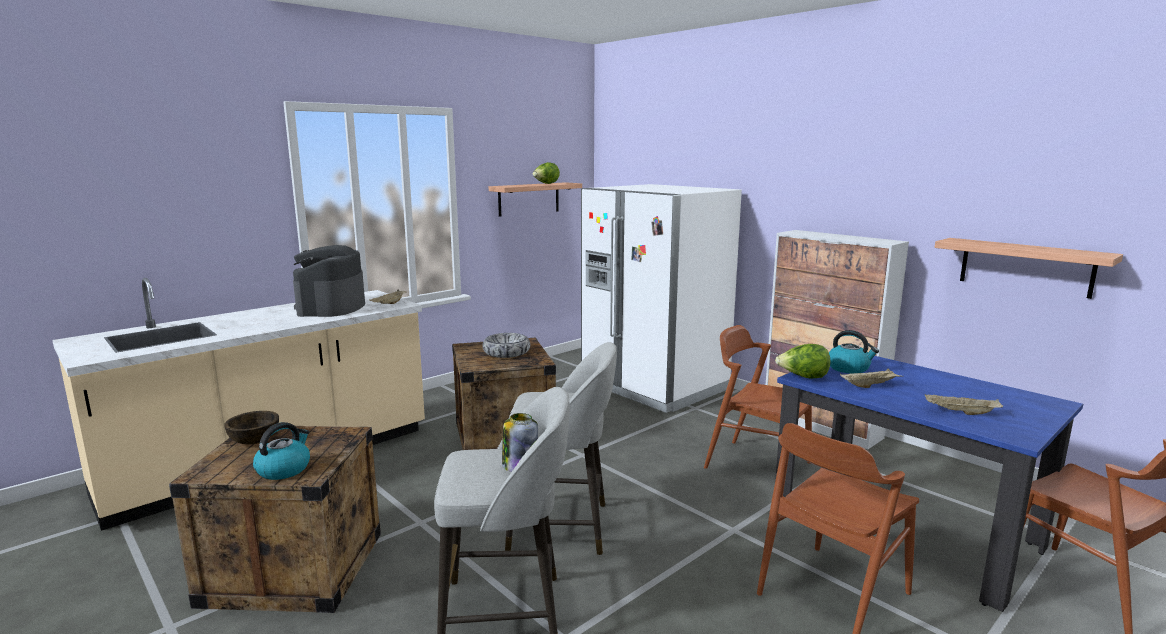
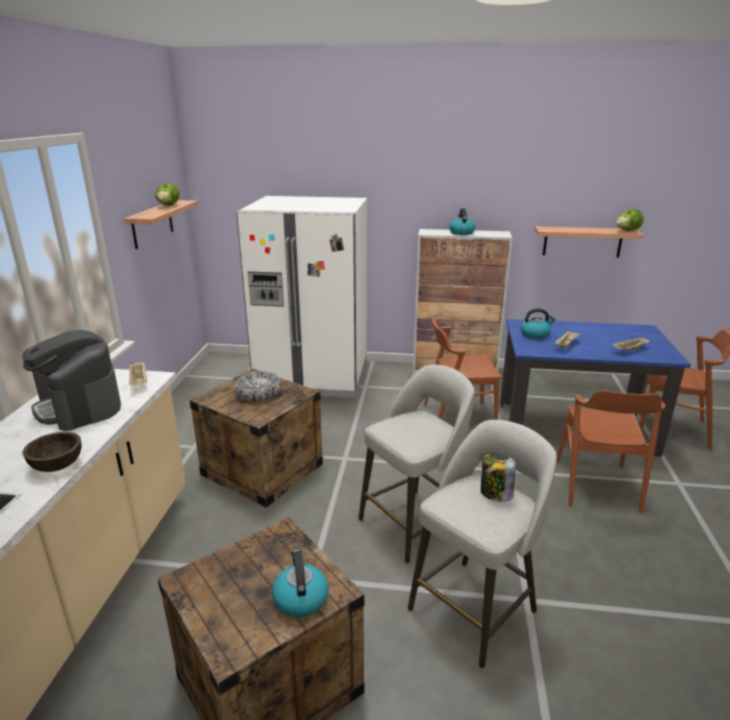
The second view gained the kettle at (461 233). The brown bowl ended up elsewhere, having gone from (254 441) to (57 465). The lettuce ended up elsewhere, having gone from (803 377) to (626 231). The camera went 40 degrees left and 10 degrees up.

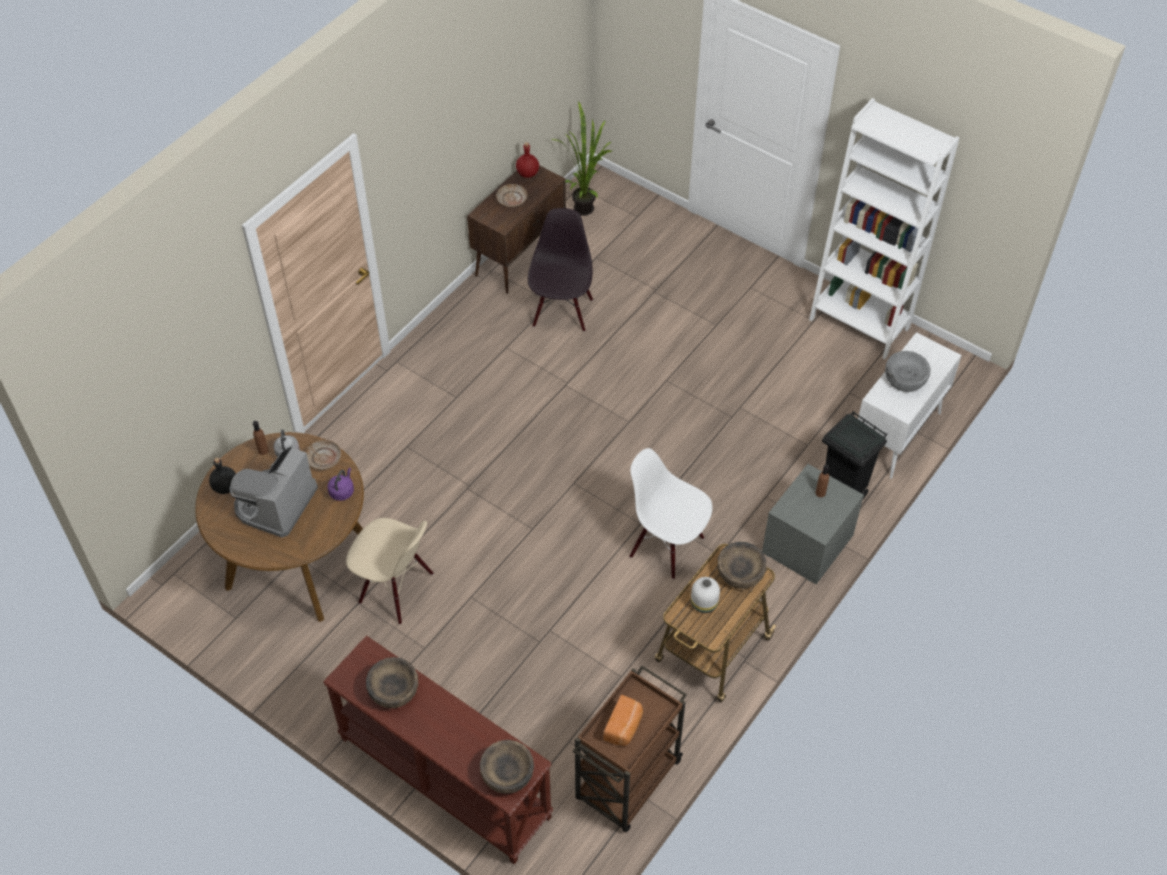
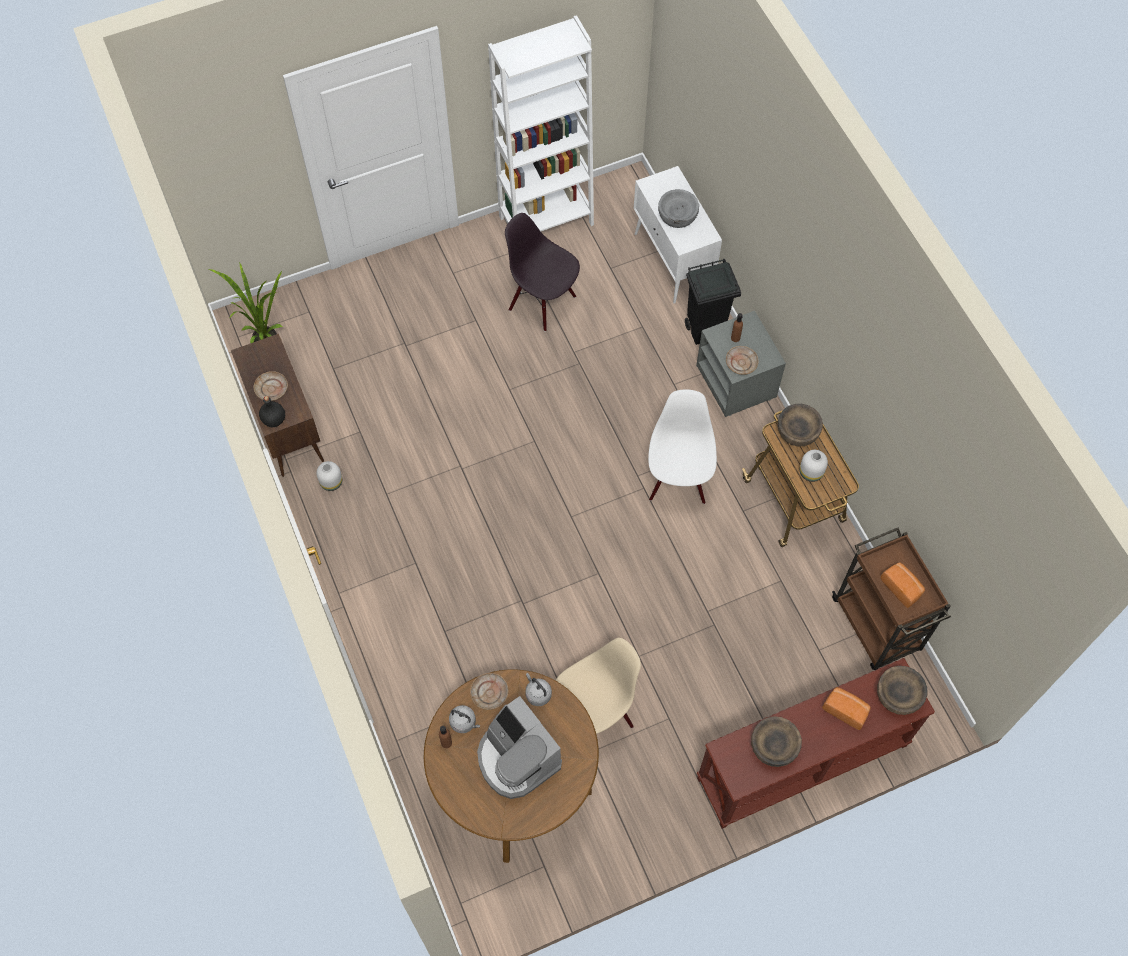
The second view lost the red-coloured bottle at (527 173). The second view gained the white-coloured flower vase at (330 482). The second view gained the beige plate at (741 363). The second view gained the bread at (845 710). The black-coloured bottle ended up elsewhere, having gone from (226 487) to (274 419). The black-coloured upright chair ended up elsewhere, having gone from (561 312) to (543 302). What was the purple-coloured kettle at (342 491) turned into the grey kettle at (537 693). The white-coloured upright chair at (667 546) ended up facing another way, 120 degrees clockwise from before. The camera went 60 degrees left and 10 degrees up.

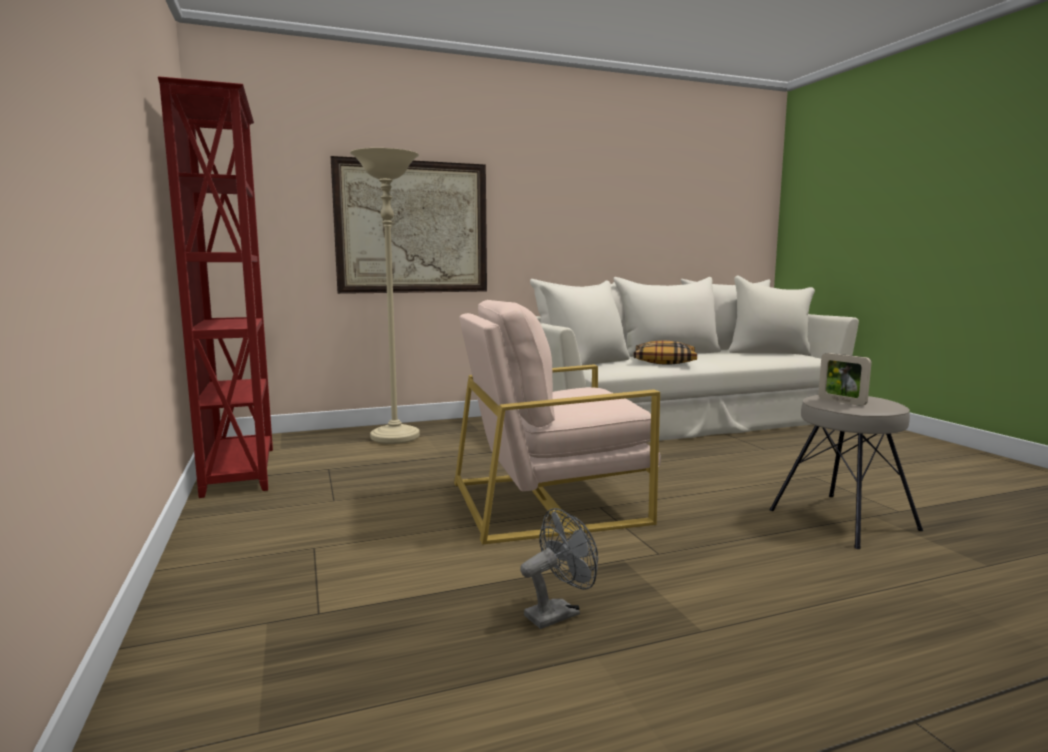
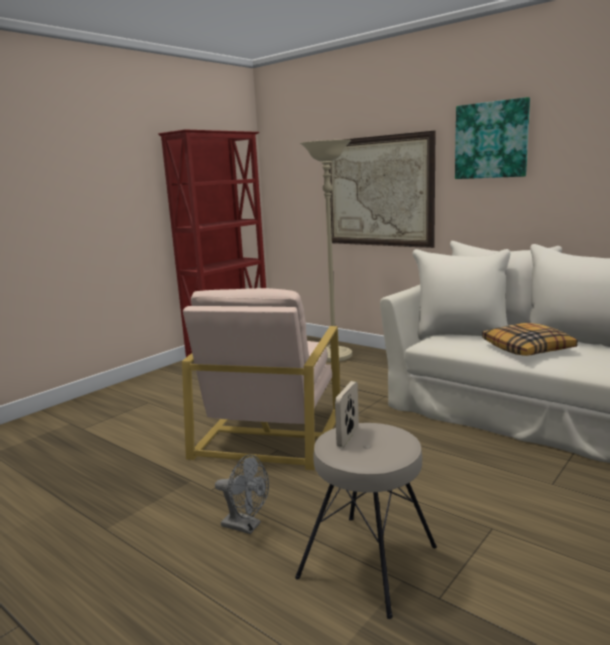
The second view gained the wall picture at (491 140). The grey fan ended up elsewhere, having gone from (558 613) to (246 526). The beige lounge chair at (549 501) ended up facing another way, 120 degrees counterclockwise from before. The camera went 60 degrees right and 5 degrees up.

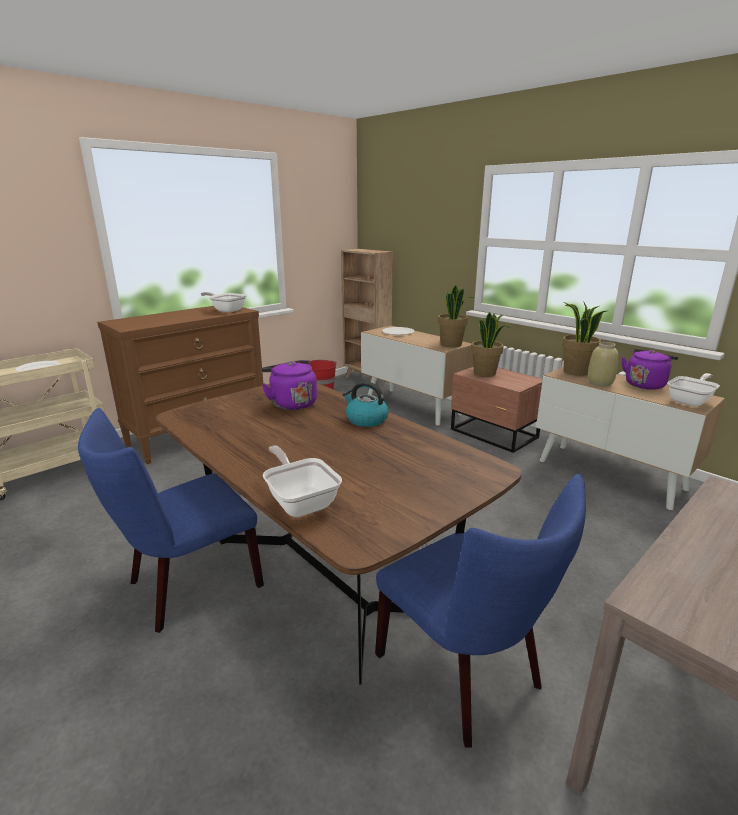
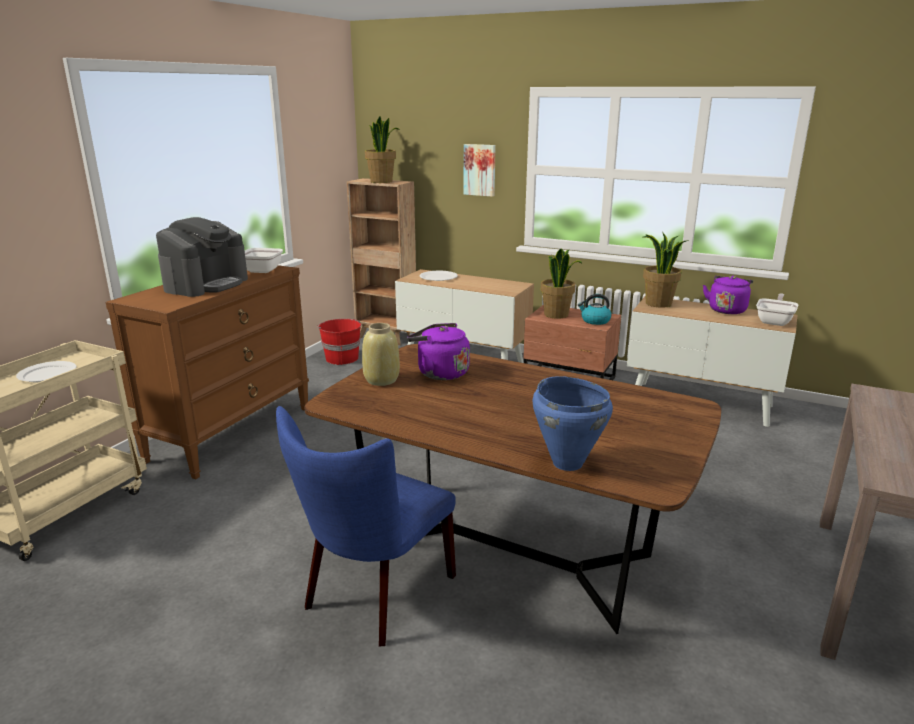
The second view lost the blue-coloured upright chair at (466 675). The second view gained the coffee machine at (206 284). The second view gained the wall picture at (480 170). The kettle ended up elsewhere, having gone from (366 420) to (595 321). The plant in a pot ended up elsewhere, having gone from (451 344) to (382 181). The beige flower vase ended up elsewhere, having gone from (599 383) to (381 380). Where the skillet stood at (300 501), the blue-coloured cooking pot came to stand at (567 462). The camera went 20 degrees left and 0 degrees up.

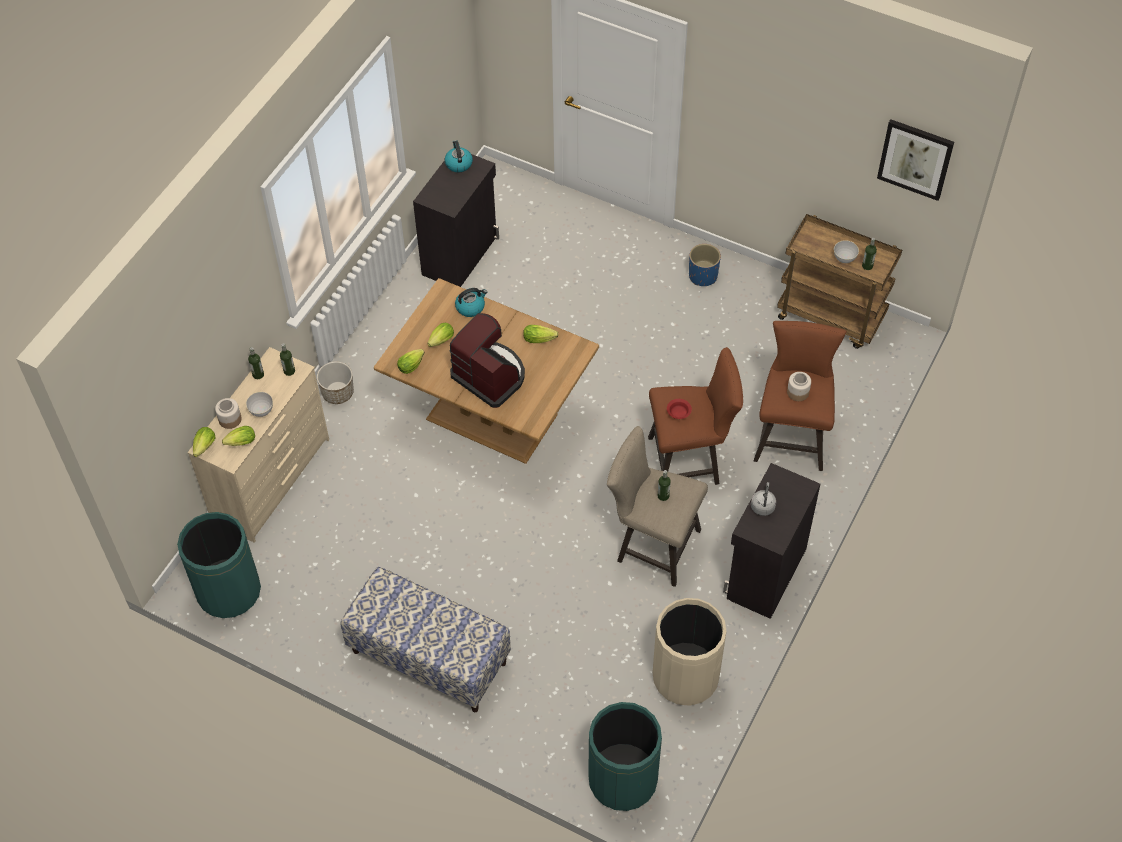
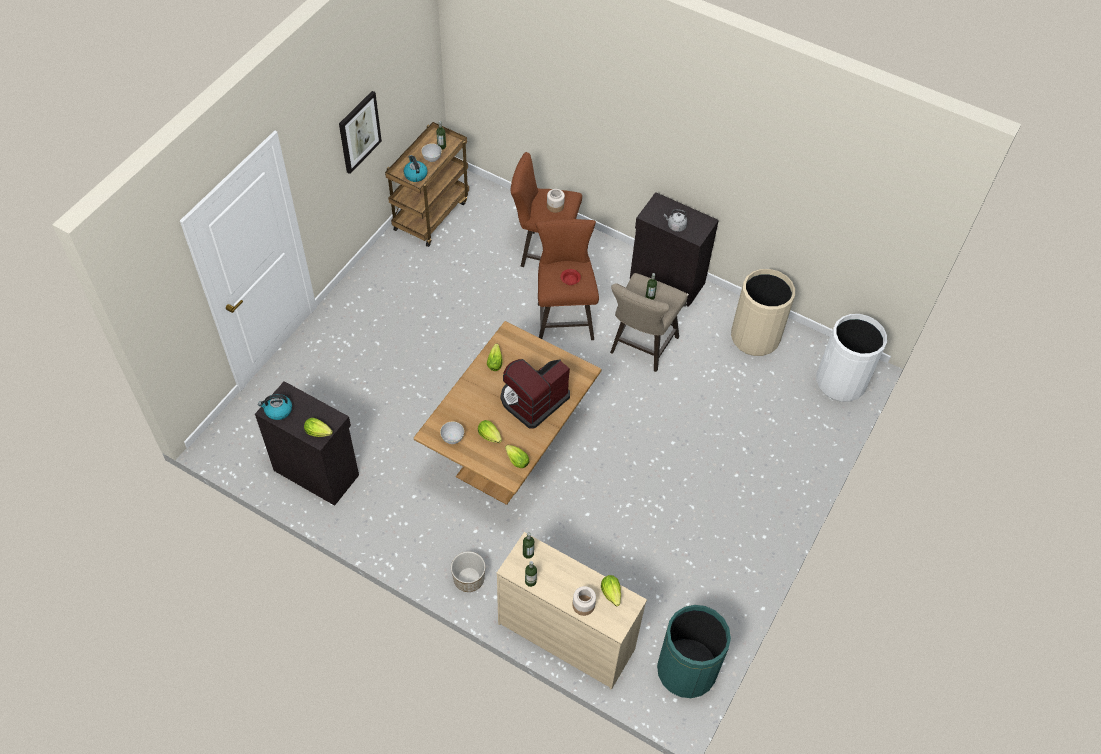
The second view lost the long seat at (428 657). The second view lost the blue-coloured plant pot at (703 276). The lettuce ended up elsewhere, having gone from (204 448) to (320 433). The grey bowl ended up elsewhere, having gone from (261 411) to (452 438). The kettle ended up elsewhere, having gone from (470 307) to (415 174). The wall picture ended up elsewhere, having gone from (915 159) to (359 132). What was the green-coloured rubbish bin at (622 779) turned into the white-coloured rubbish bin at (841 382). The camera went 90 degrees left and 0 degrees up.

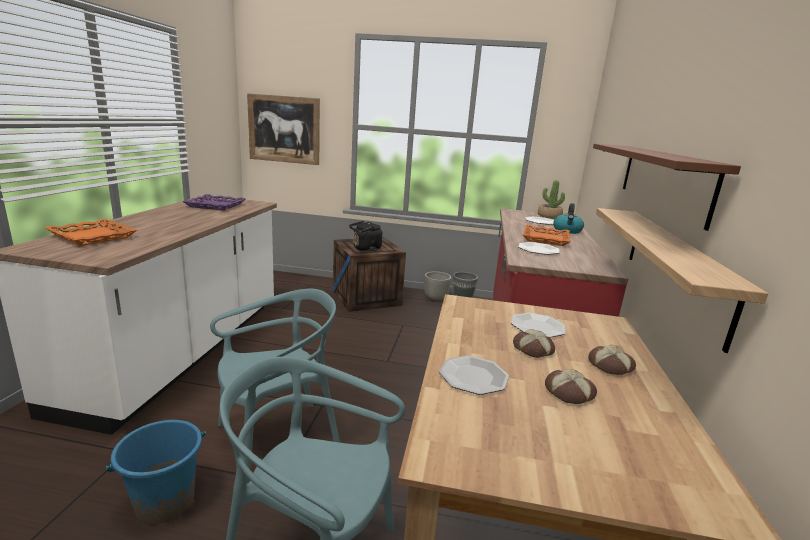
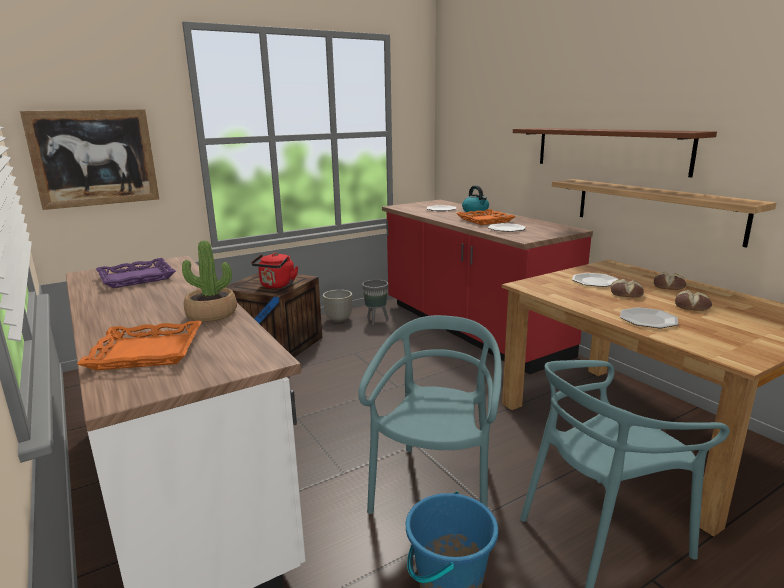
The plant in a pot ended up elsewhere, having gone from (549 216) to (211 314). What was the black-coloured kettle at (365 249) turned into the red-coloured kettle at (276 286). The camera went 40 degrees left and 0 degrees up.

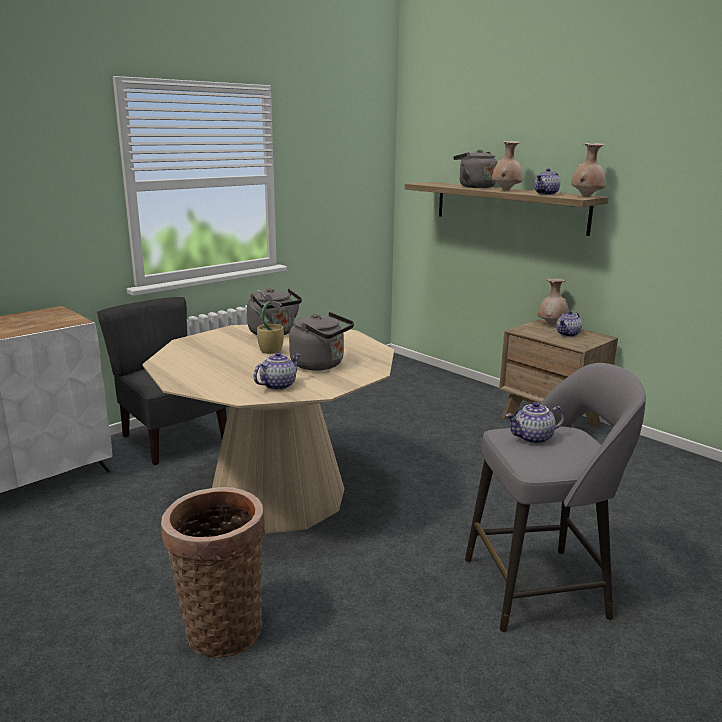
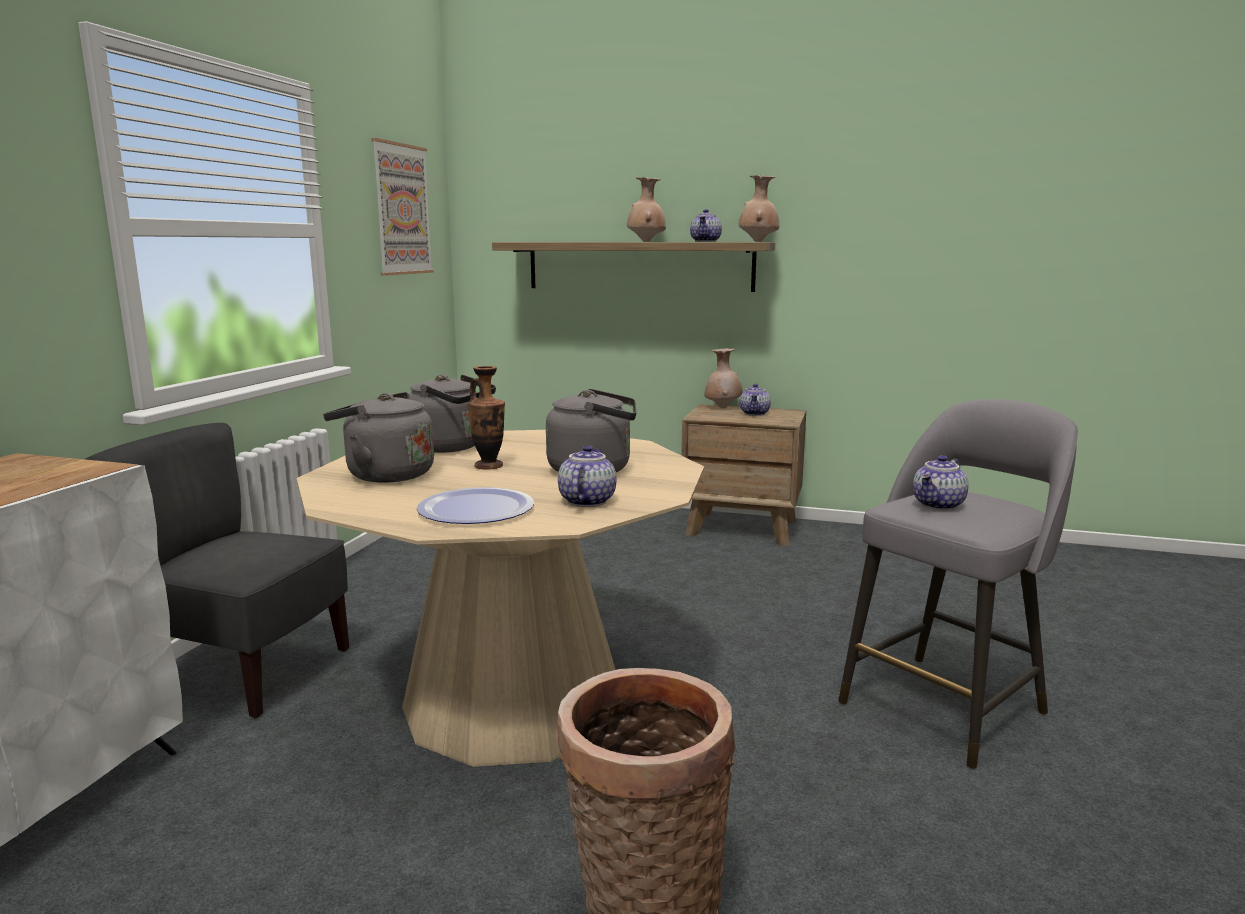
The second view gained the wall picture at (402 209). The second view gained the plate at (475 509). The grey kettle ended up elsewhere, having gone from (474 187) to (385 475). Where the plant in a pot stood at (270 350), the flower vase came to stand at (489 466). The camera went 30 degrees left and 5 degrees down.

